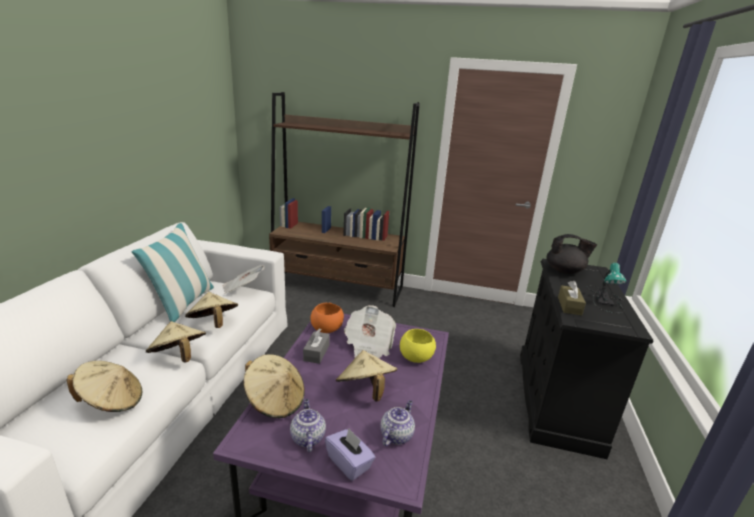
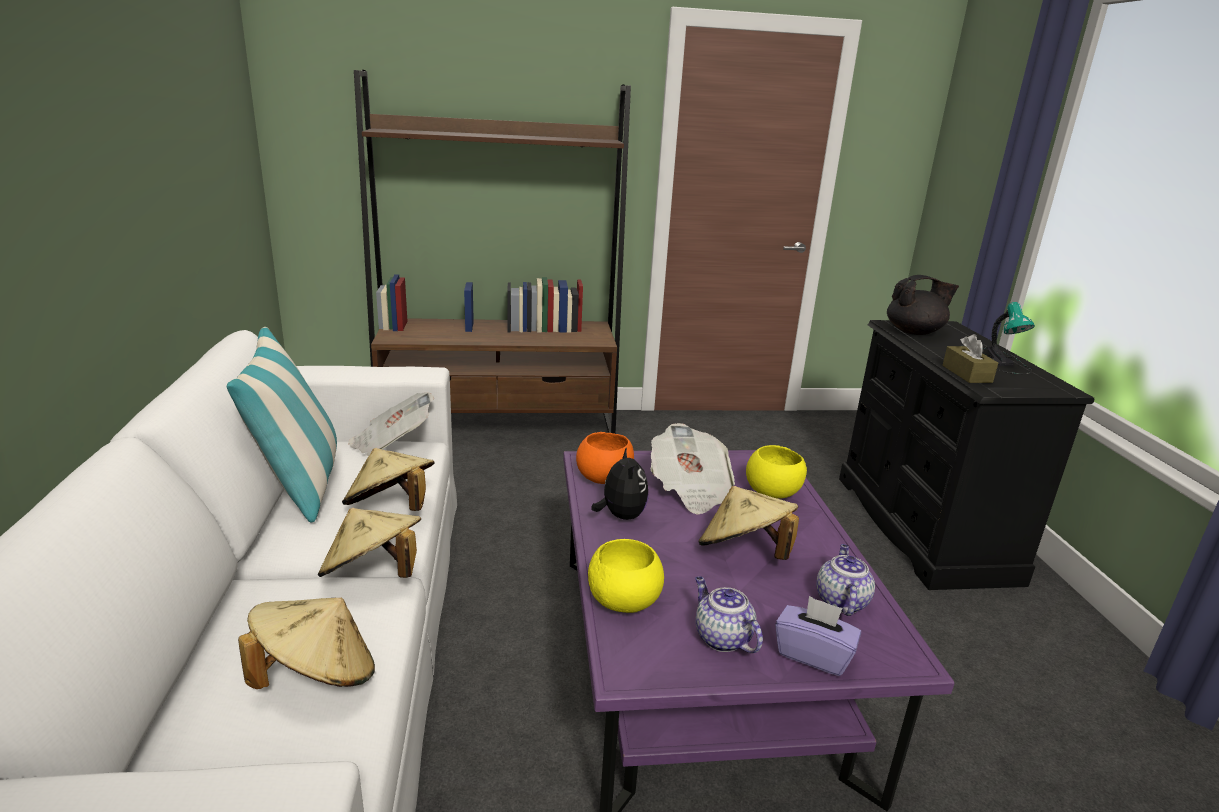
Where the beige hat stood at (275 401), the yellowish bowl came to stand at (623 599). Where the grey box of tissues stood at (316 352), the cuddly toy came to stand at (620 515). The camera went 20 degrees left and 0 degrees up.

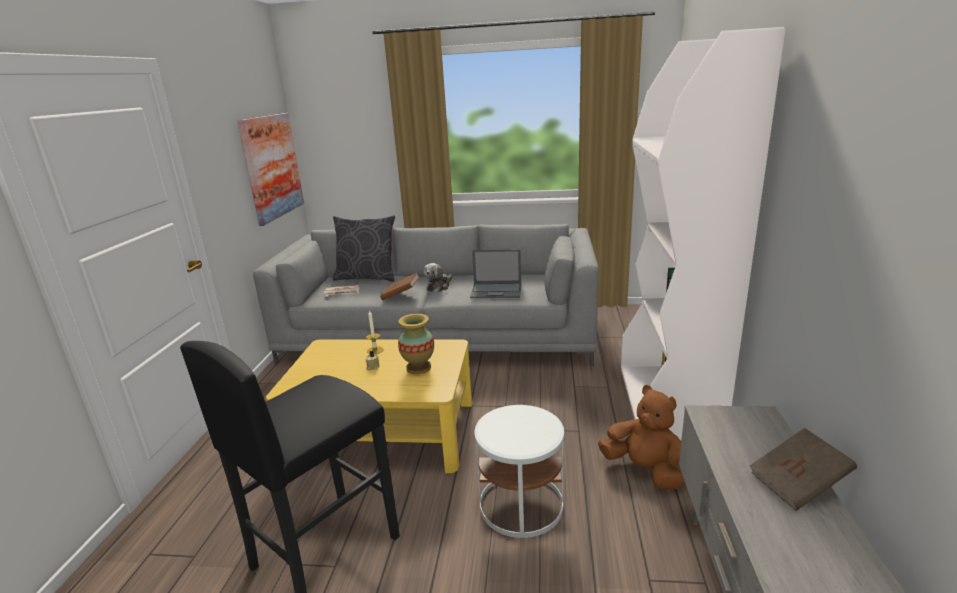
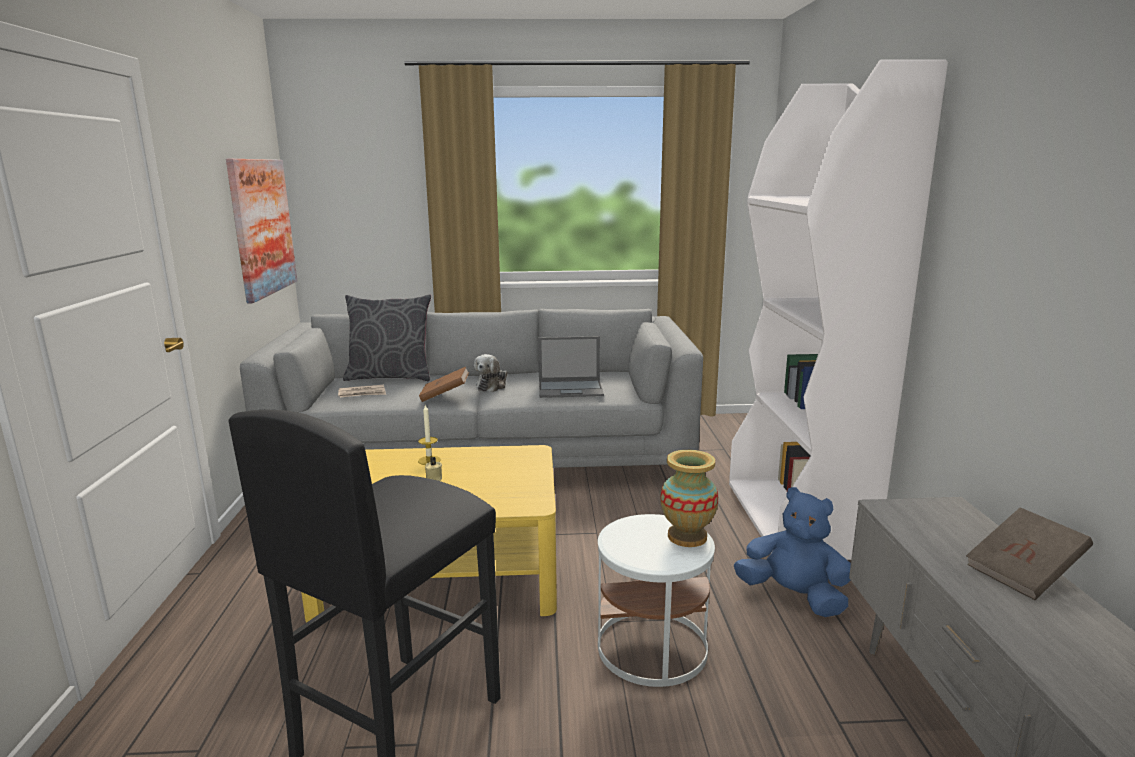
The flower vase ended up elsewhere, having gone from (418 368) to (687 537). What was the brown cuddly toy at (644 470) turned into the blue-coloured cuddly toy at (793 597). The camera went 10 degrees left and 5 degrees down.

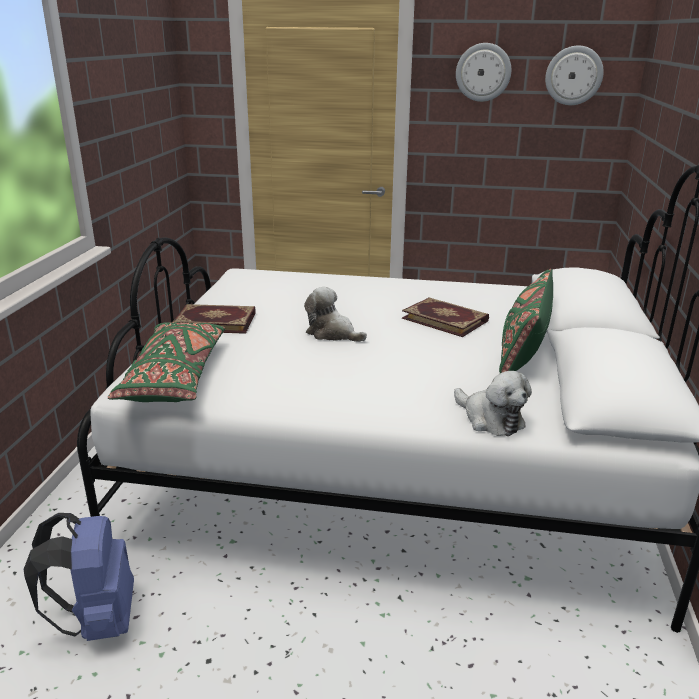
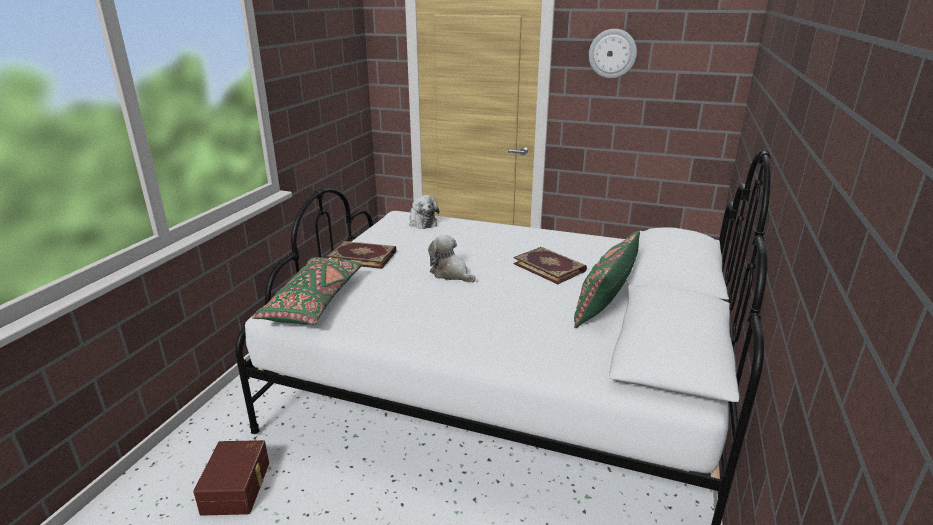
The second view lost the wall clock at (573 75). The cuddly toy ended up elsewhere, having gone from (490 419) to (422 222). Where the blue-coloured knapsack stood at (97 620), the brown storage bin came to stand at (238 487). The camera went 10 degrees right and 0 degrees up.

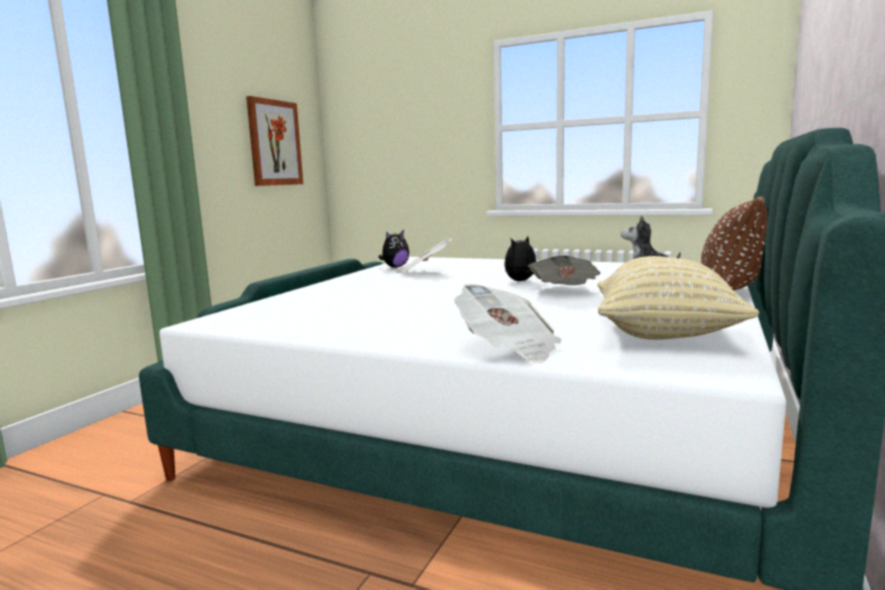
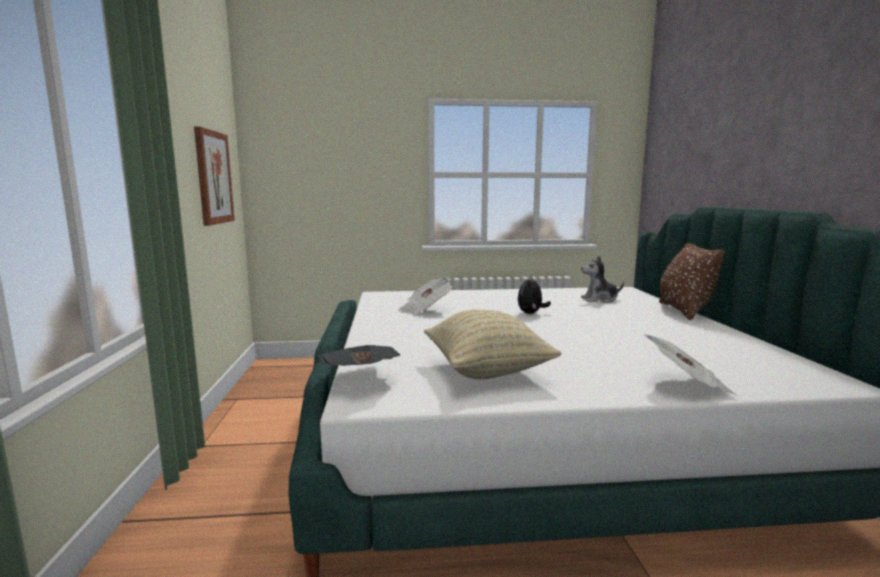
The second view lost the cuddly toy at (395 267). The printed paper ended up elsewhere, having gone from (564 291) to (360 378). The beige throw pillow ended up elsewhere, having gone from (665 334) to (486 371). The camera went 30 degrees left and 0 degrees up.

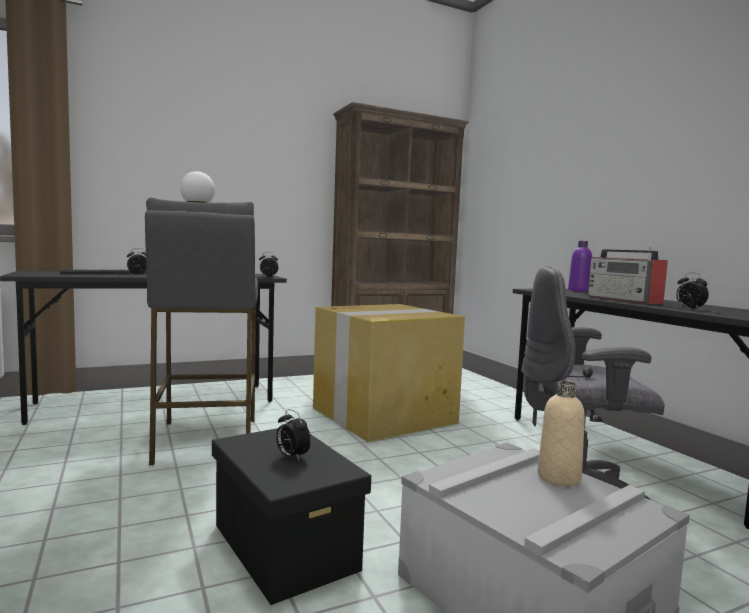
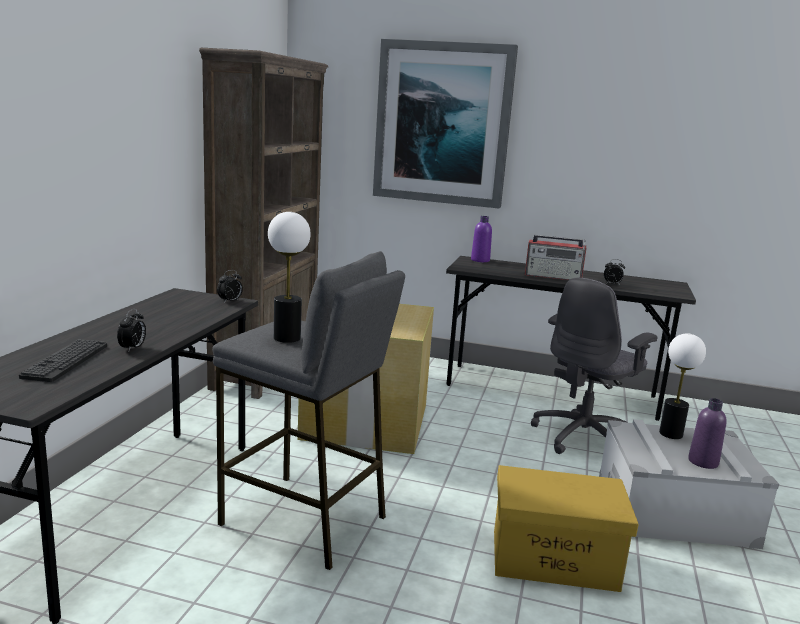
The second view lost the bedside clock at (291 457). The second view gained the wall picture at (443 124). The second view gained the purple-coloured bottle at (703 462). Where the beige bottle stood at (559 477), the tabletop lamp came to stand at (671 434). What was the black-coloured storage bin at (285 547) turned into the yellowish storage bin at (555 559). The camera went 50 degrees left and 10 degrees up.

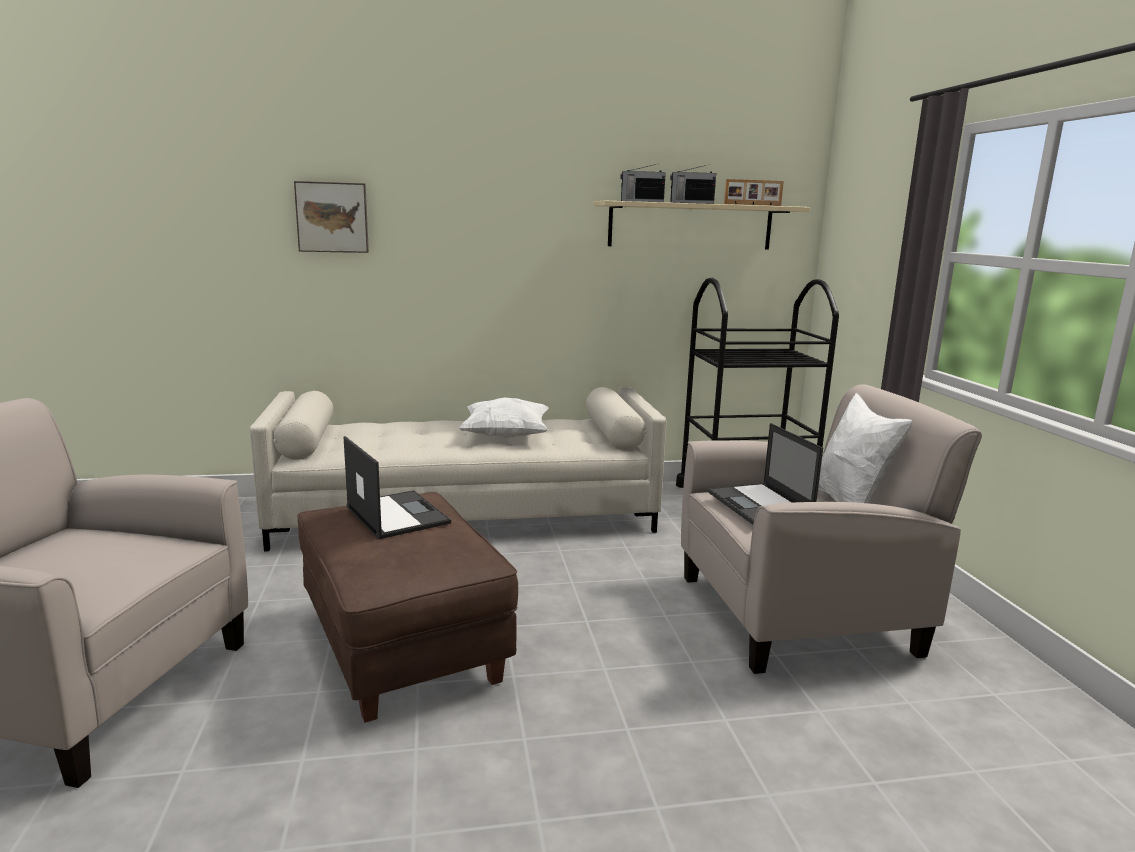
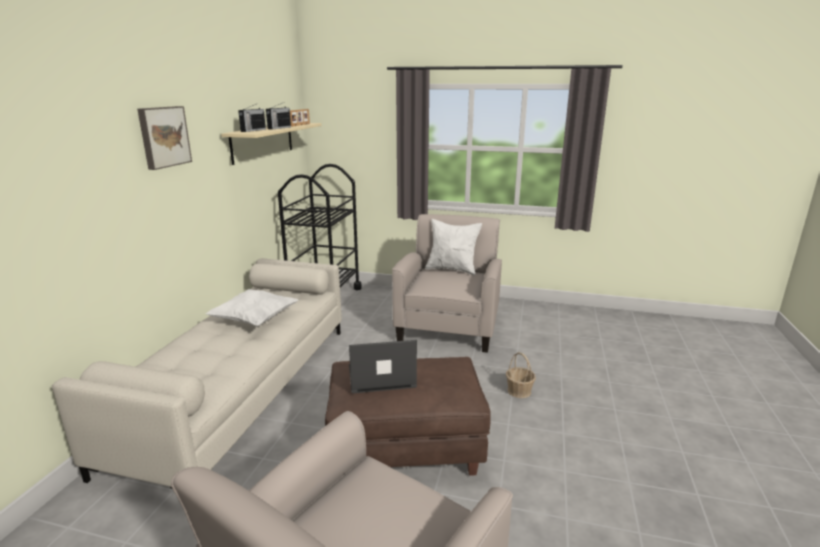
The second view lost the portable computer at (760 505). The second view gained the household basket at (519 391). The wall picture ended up elsewhere, having gone from (332 217) to (163 136). The camera went 65 degrees left and 5 degrees up.

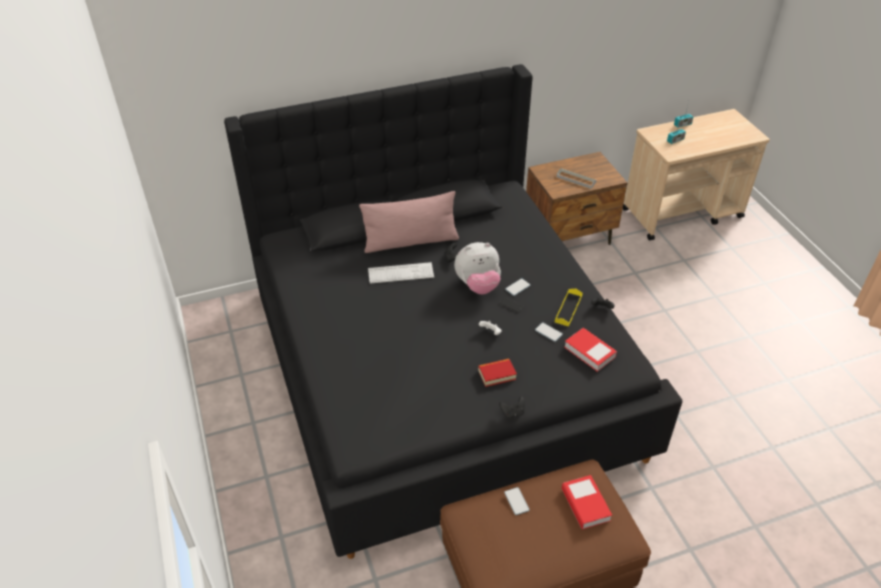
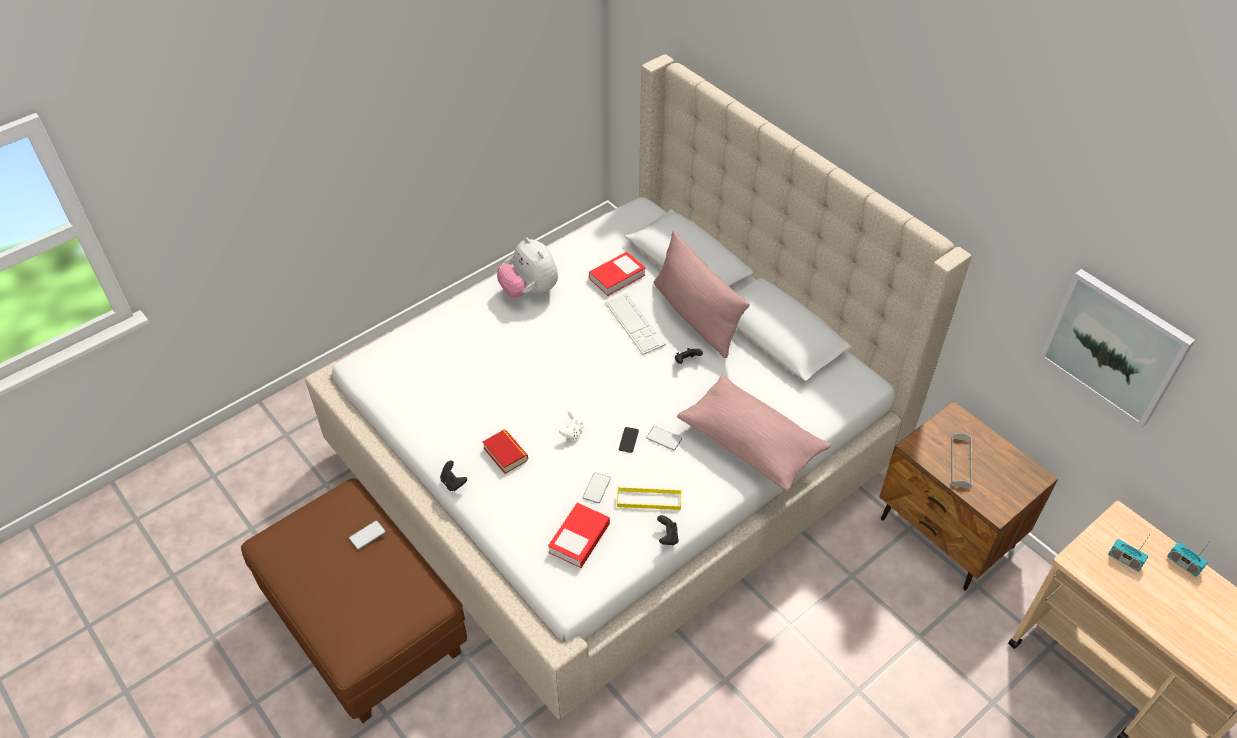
The second view gained the pink-coloured throw pillow at (751 443). The second view gained the wall picture at (1114 347). The cuddly toy ended up elsewhere, having gone from (478 285) to (529 290). The bound book ended up elsewhere, having gone from (585 504) to (617 277). What was the black-coloured sleeping bed at (441 369) turned into the beige sleeping bed at (619 457). The camera went 70 degrees right and 5 degrees up.

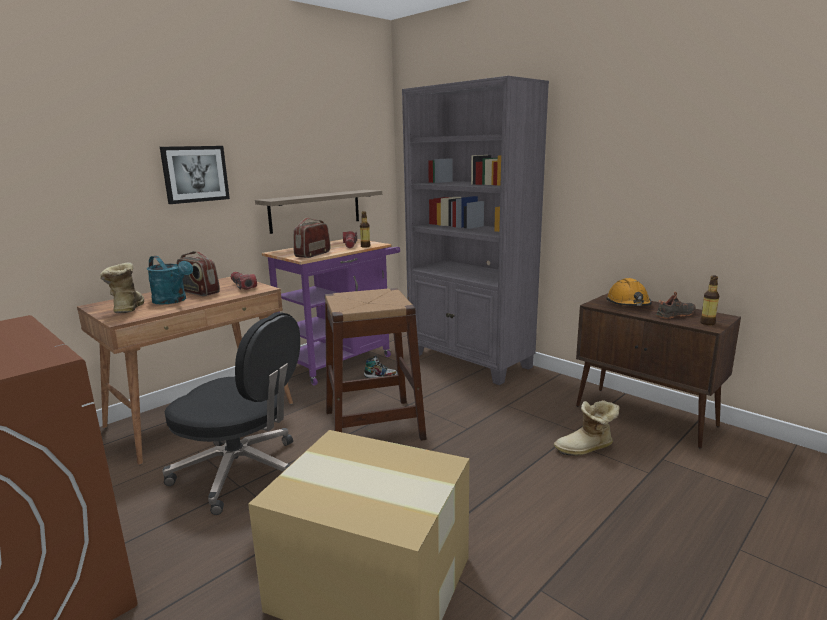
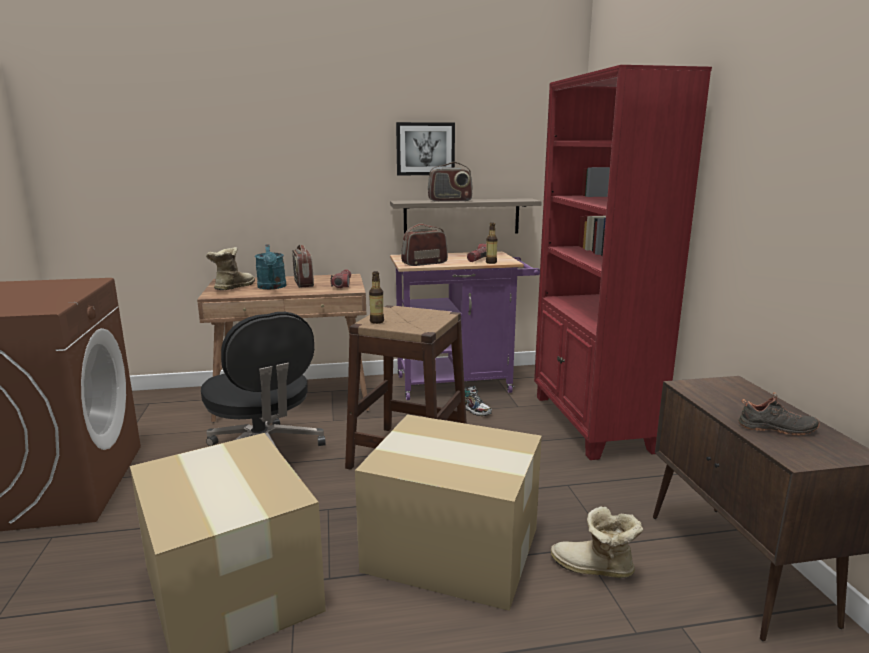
The second view lost the orange-coloured work helmet at (628 304). The second view gained the cardboard box at (454 550). The second view gained the radio receiver at (450 200). The wall picture ended up elsewhere, having gone from (195 174) to (425 149). The bottle ended up elsewhere, having gone from (707 323) to (377 321). What was the grey bookcase at (470 361) turned into the red-coloured bookcase at (592 423). The camera went 35 degrees right and 0 degrees up.

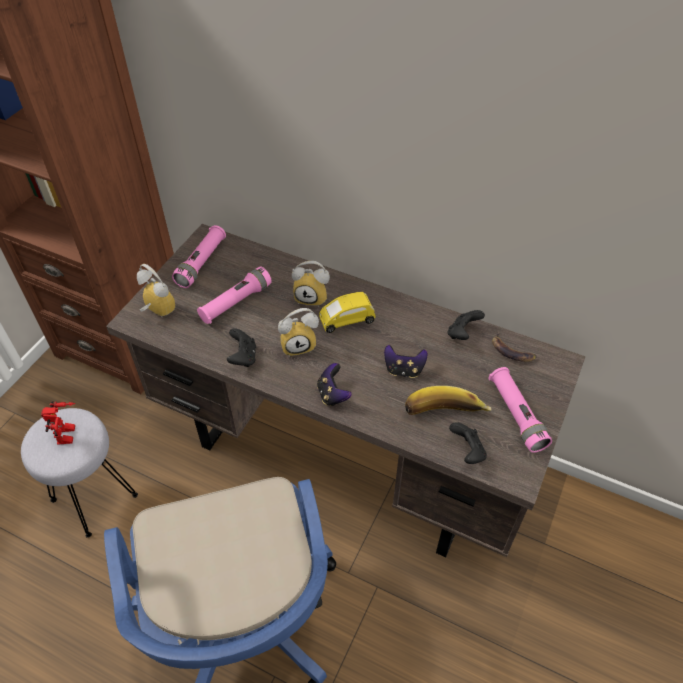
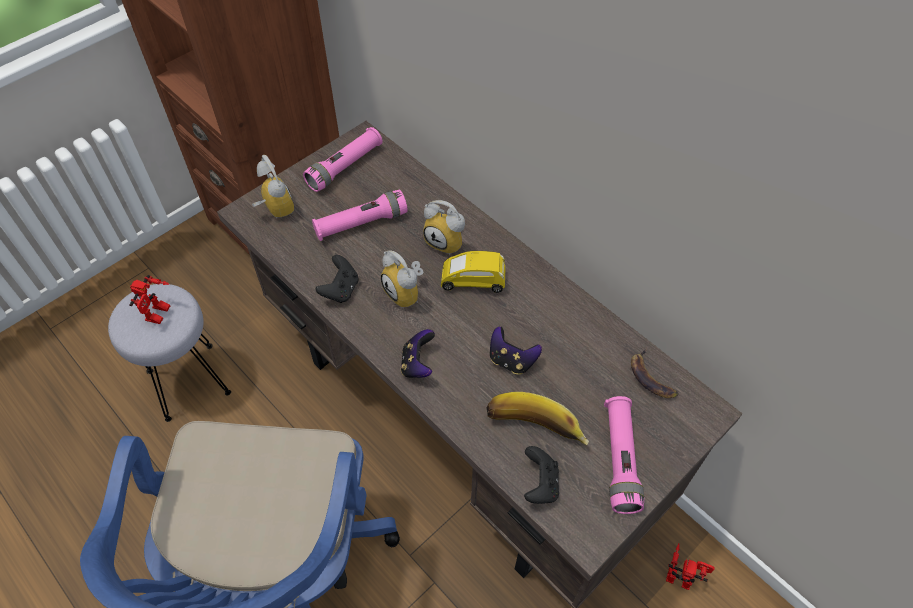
The second view lost the black-coloured game controller at (462 333). The second view gained the toy robot at (681 575). The bedside clock at (299 344) ended up facing another way, 45 degrees clockwise from before. The camera went 20 degrees right and 5 degrees up.

